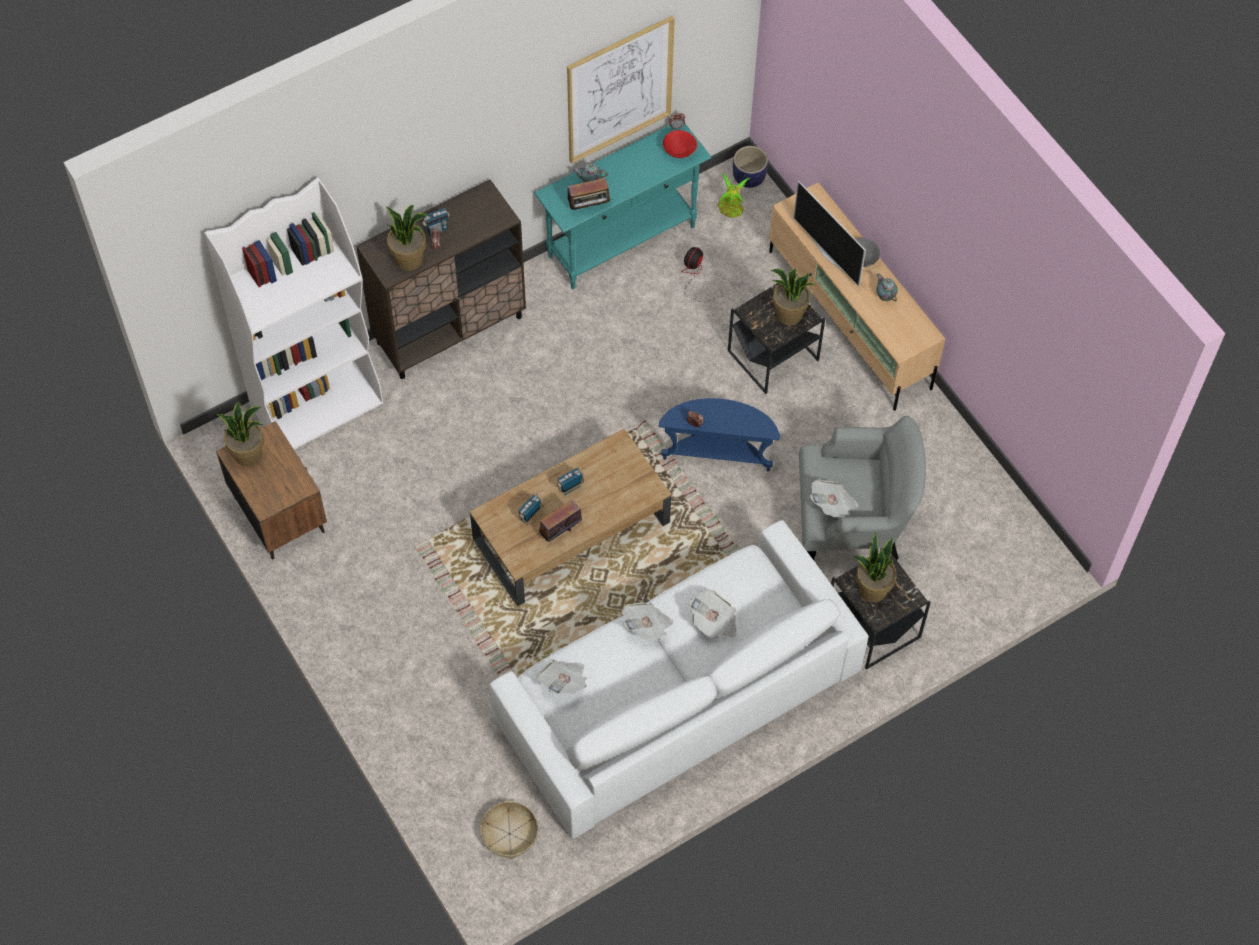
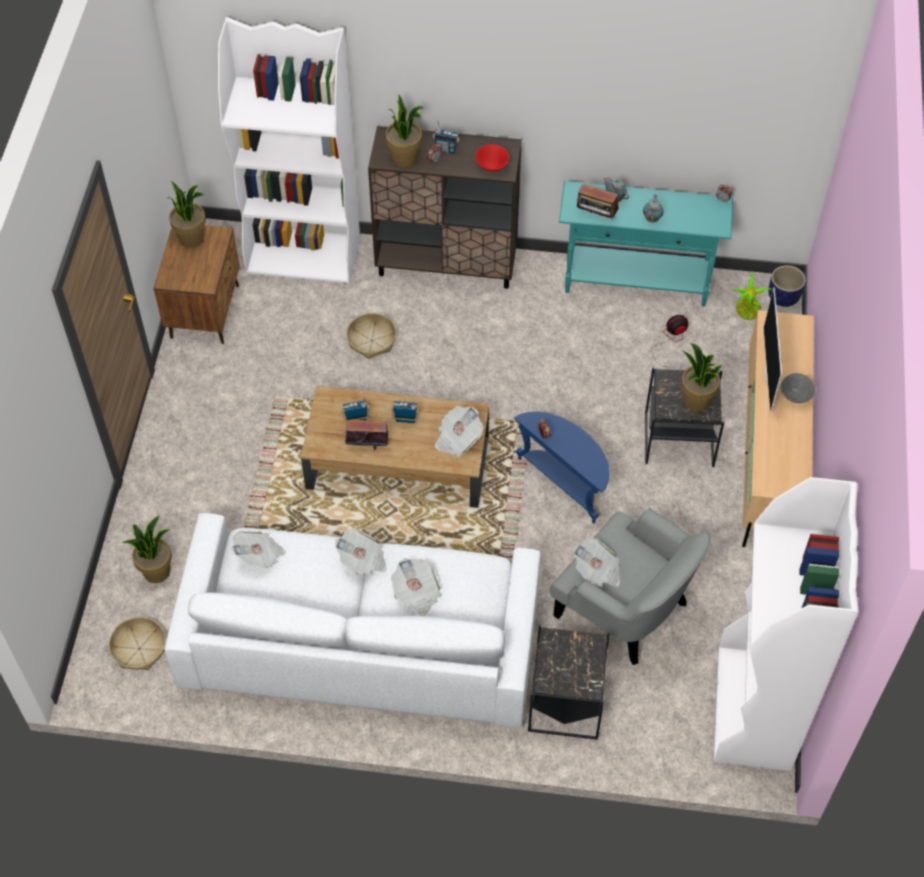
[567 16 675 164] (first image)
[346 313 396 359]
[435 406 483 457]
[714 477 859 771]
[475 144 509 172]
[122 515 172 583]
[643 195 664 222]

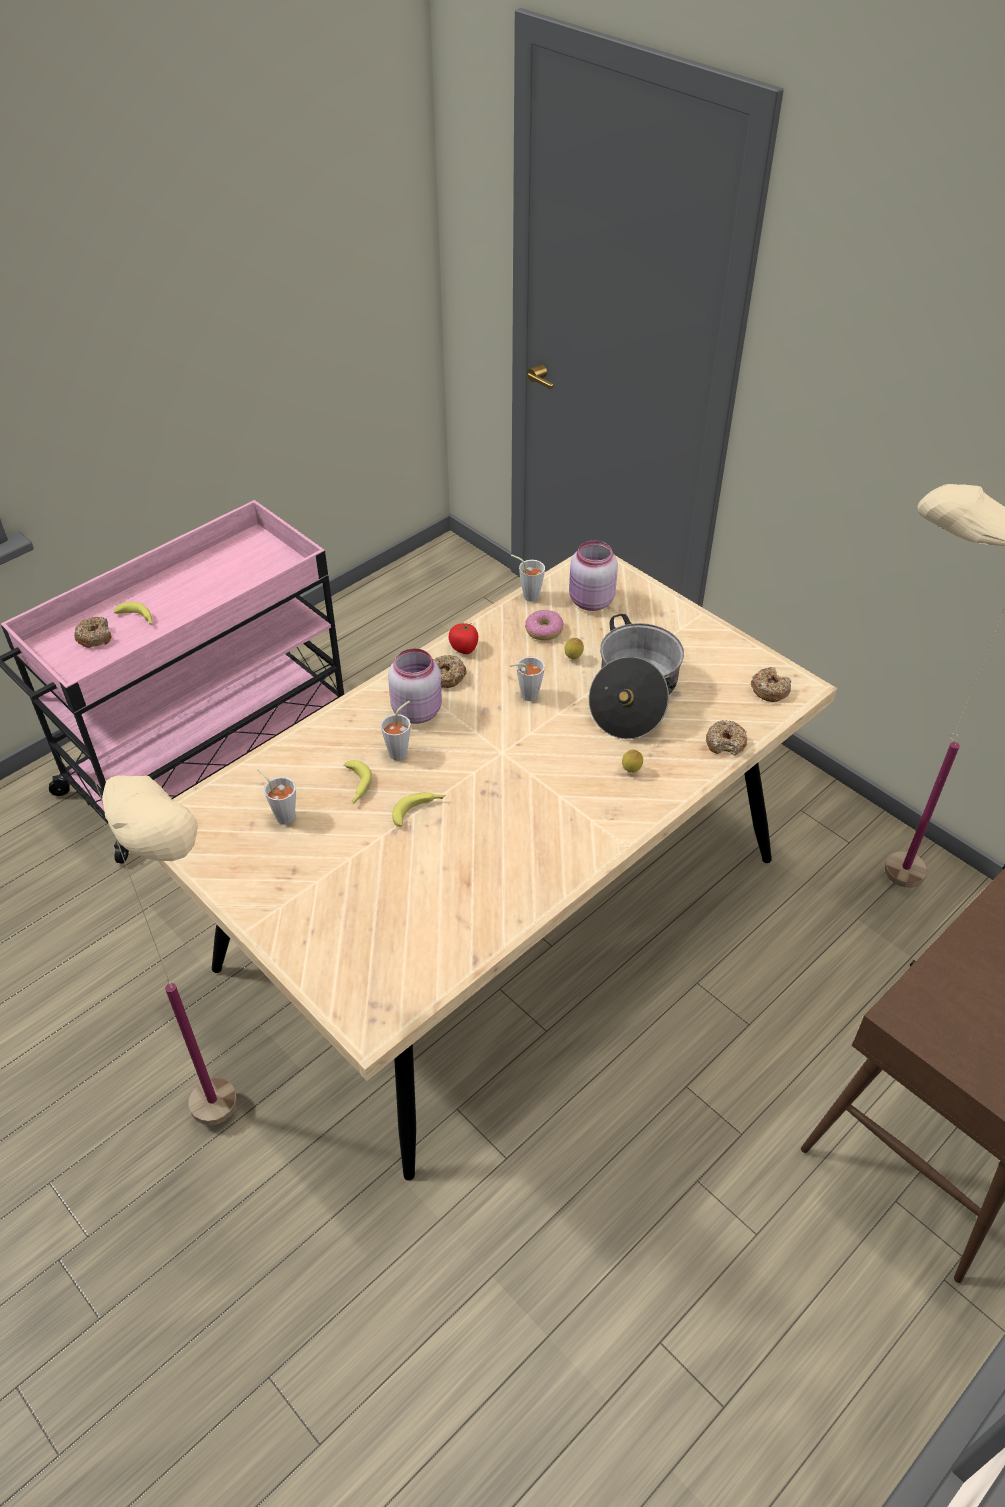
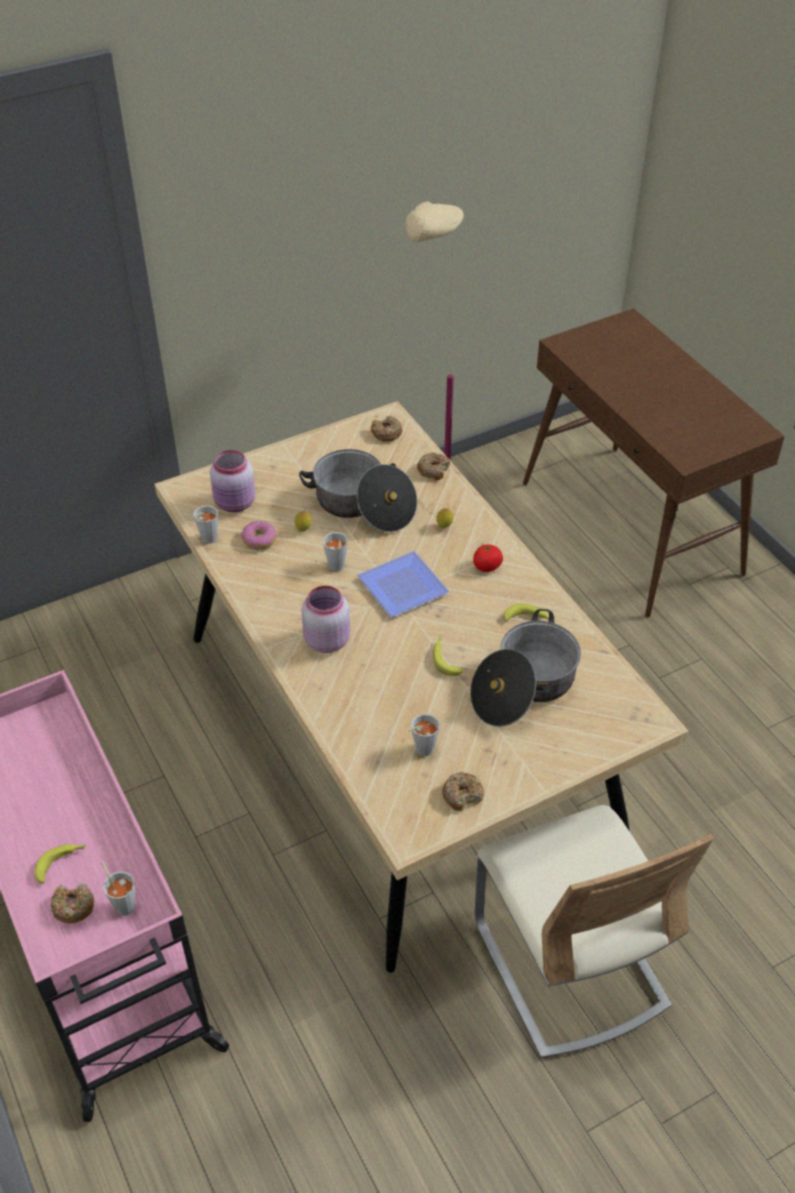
[357 551 450 618]
[470 609 581 727]
[503 604 549 621]
[101 861 135 916]
[442 772 484 811]
[473 544 503 572]
[475 805 714 1058]

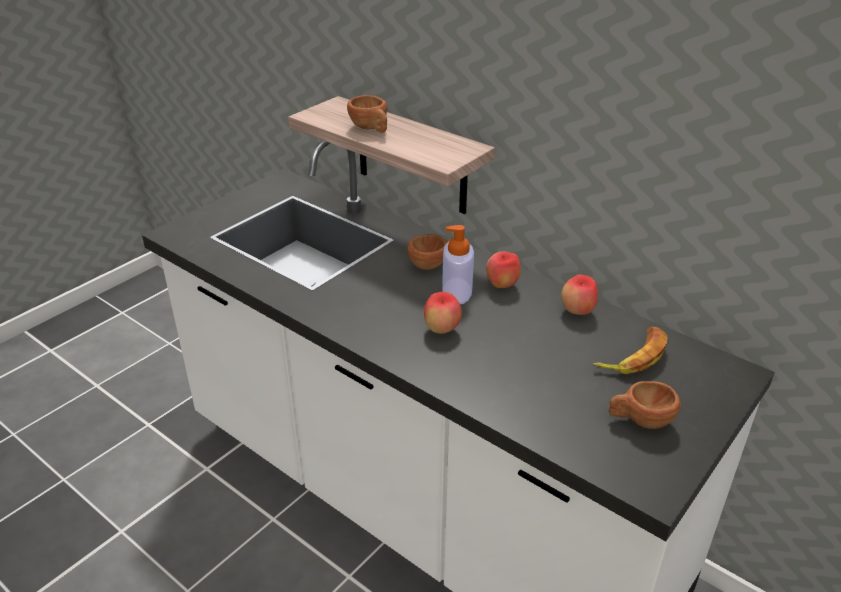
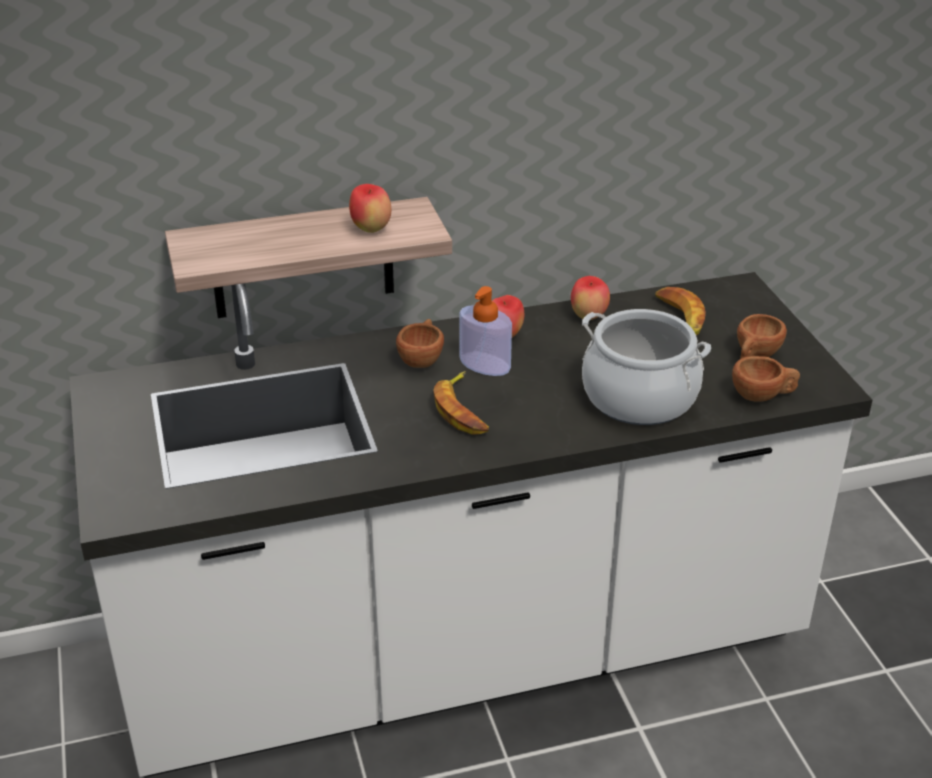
[433 371 489 435]
[582 309 711 425]
[732 356 800 401]
[349 184 391 233]

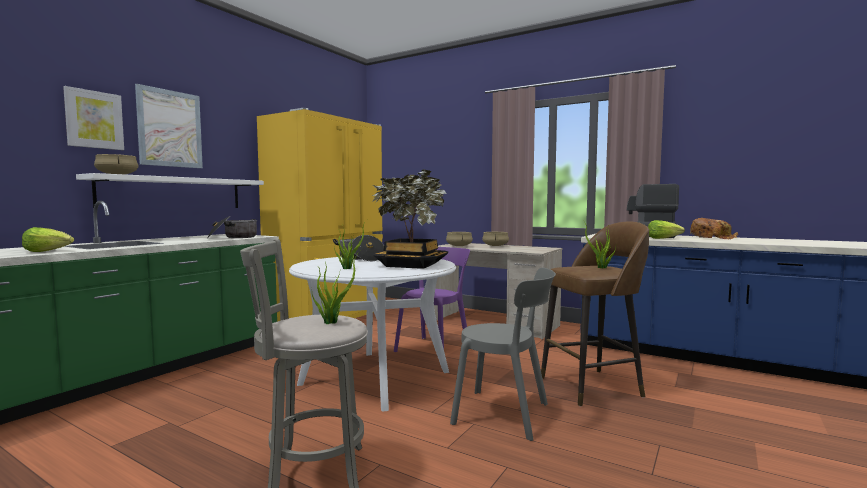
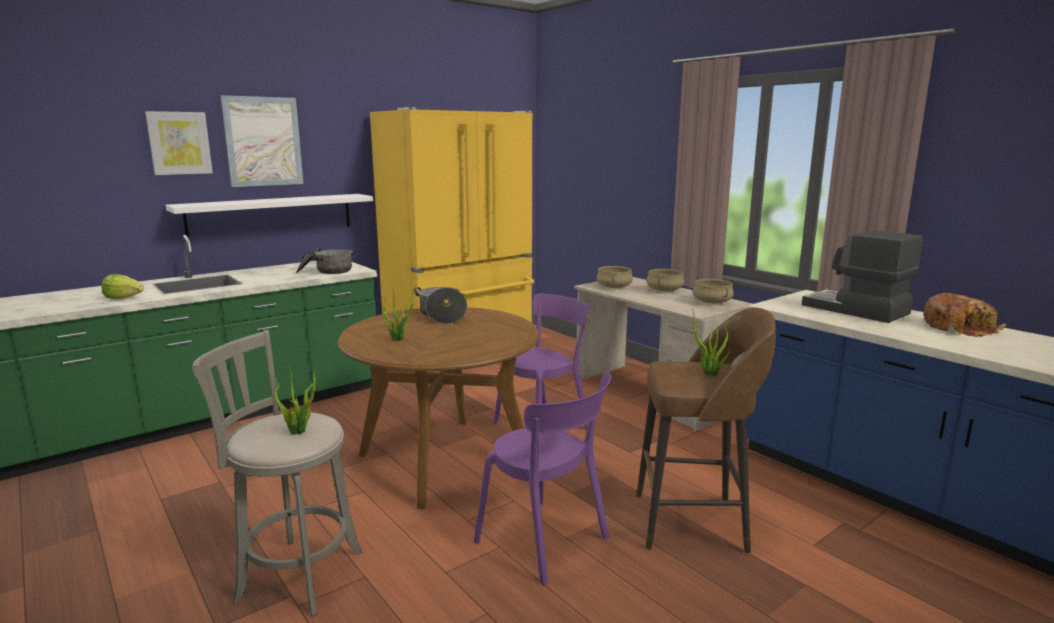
[372 169 449 269] (first image)
[648 220 685 239] (first image)
[693 279 734 304]
[338 307 539 509]
[474 371 611 586]

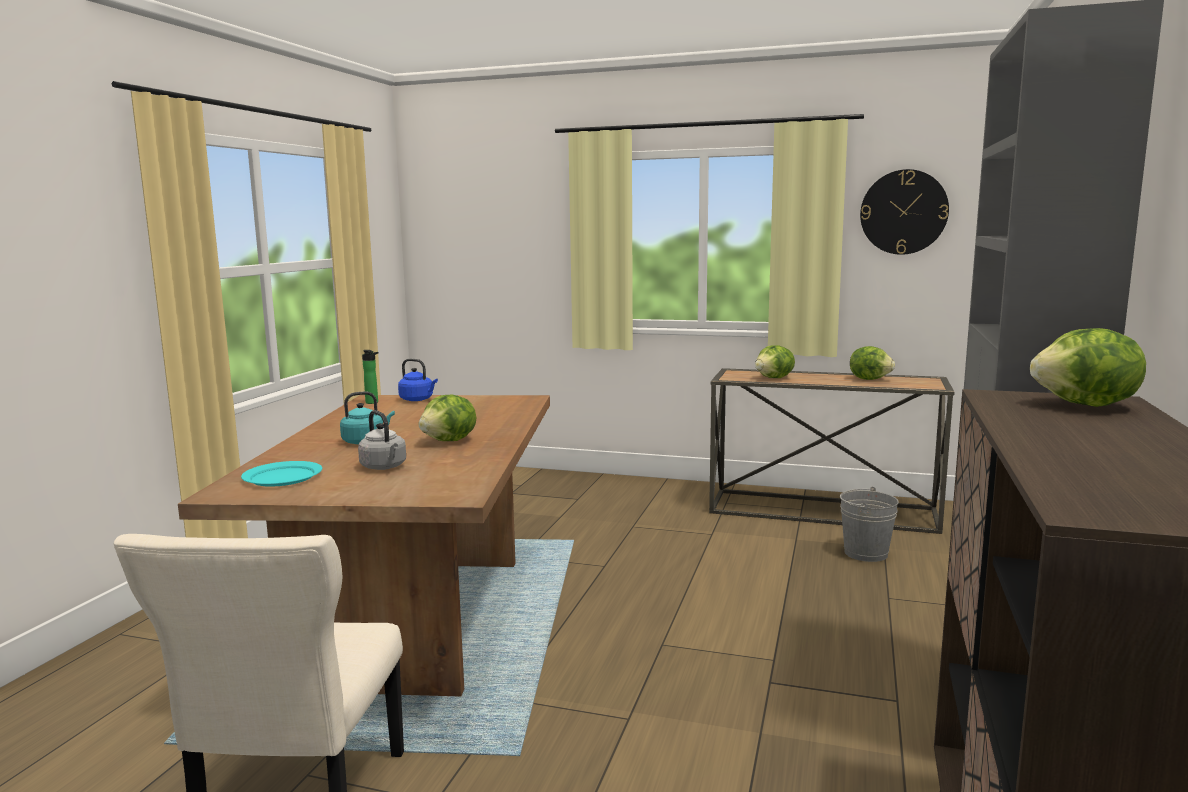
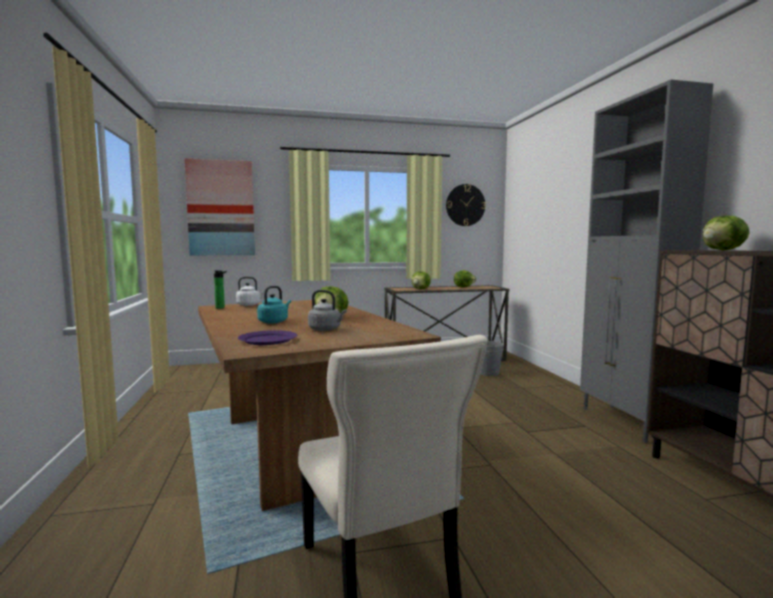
[185 158 255 255]
[238 330 297 345]
[236 277 265 306]

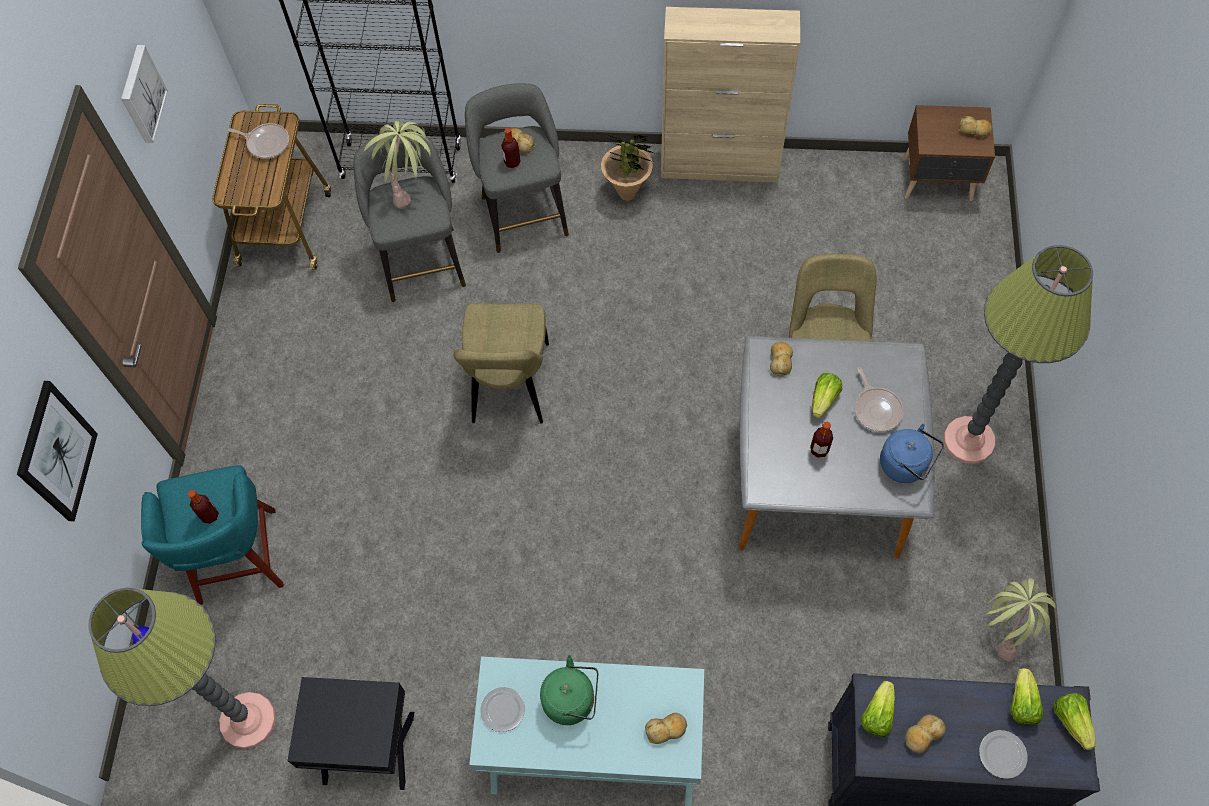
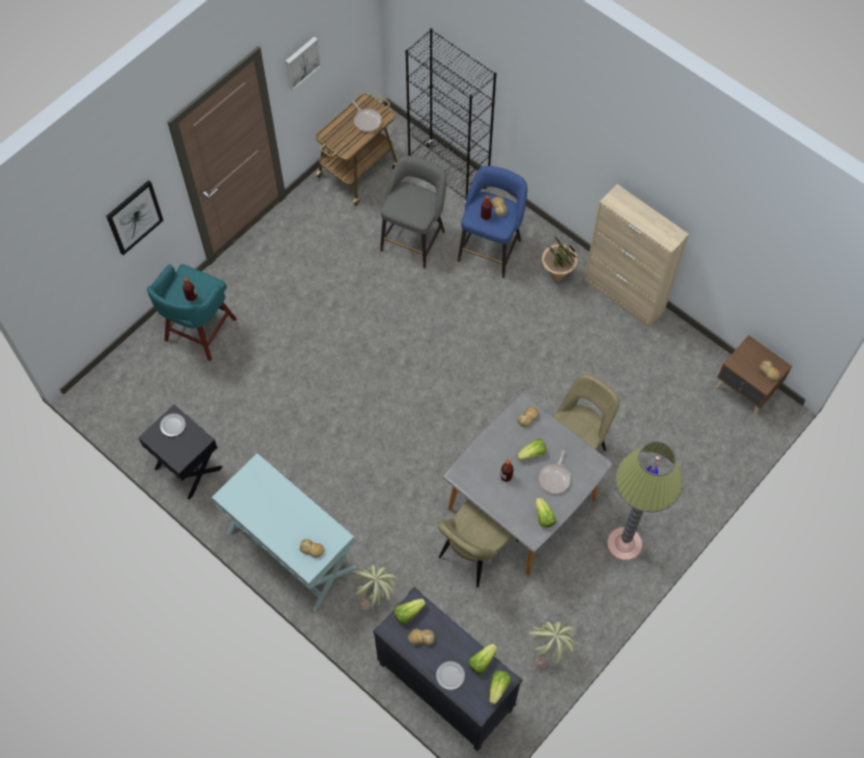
[88 588 276 749] (first image)
[540 655 598 725] (first image)
[353 565 398 610]
[438 500 518 588]
[160 413 186 437]
[536 497 556 528]
[457 166 527 278]

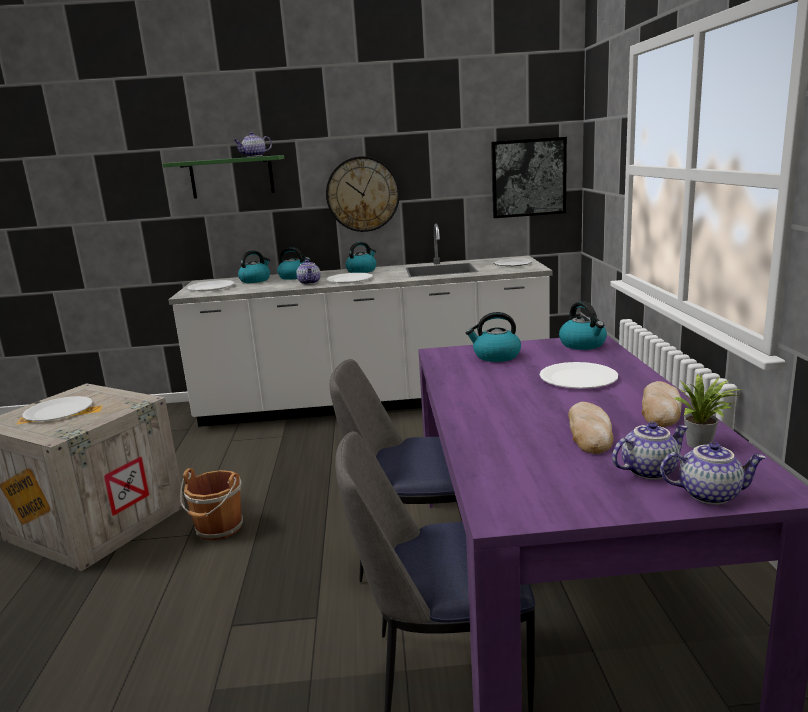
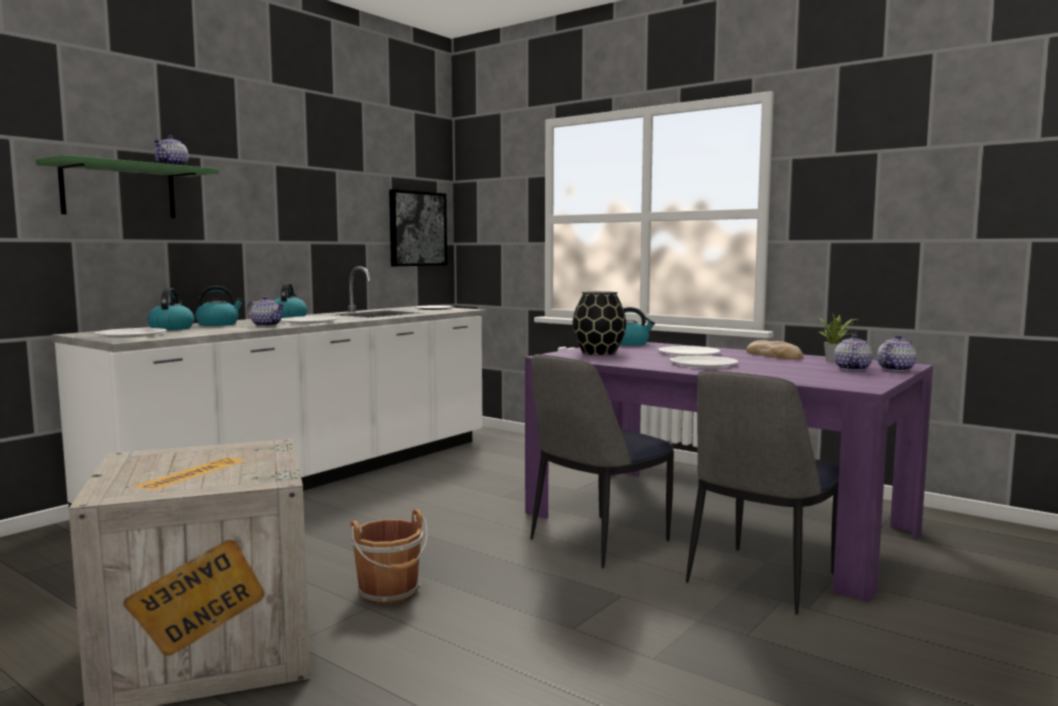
[326 156 400 232] (first image)
[568 402 614 454] (first image)
[670 356 738 368]
[573 291 626 355]

